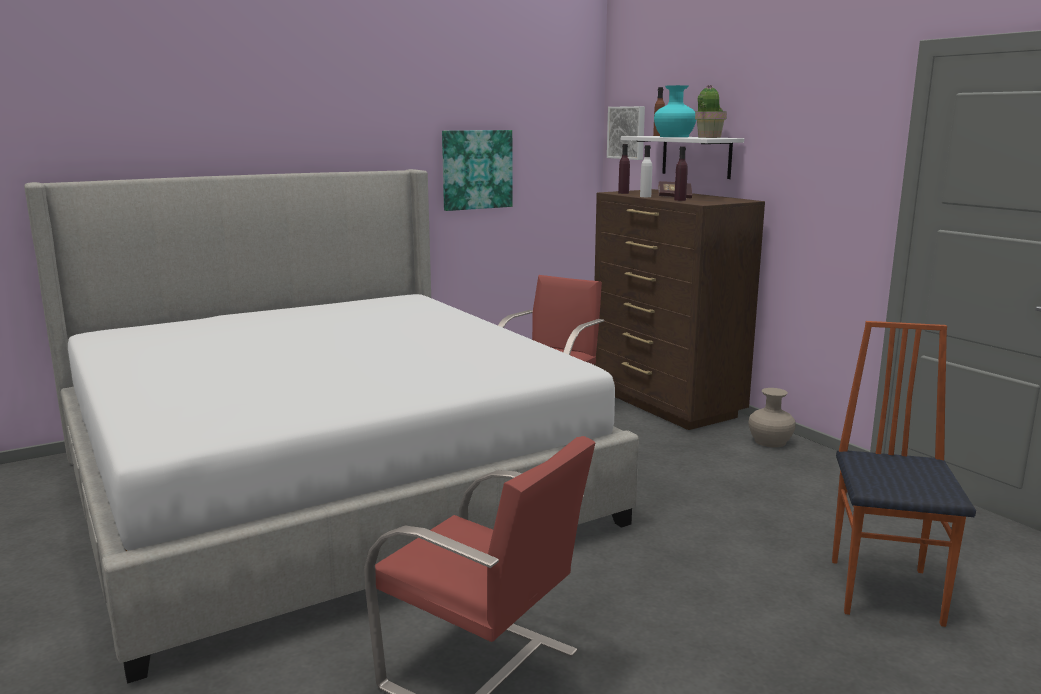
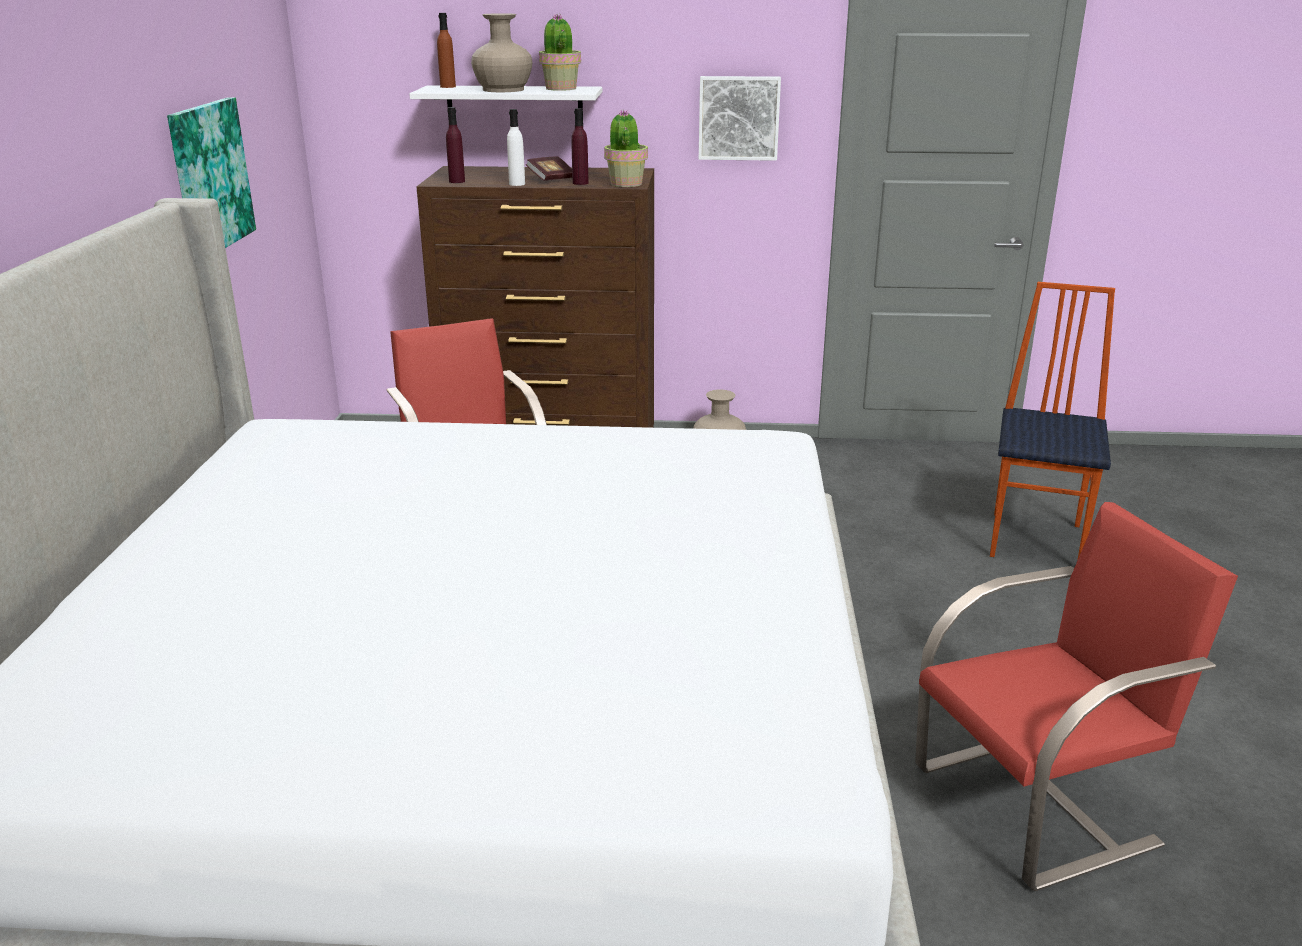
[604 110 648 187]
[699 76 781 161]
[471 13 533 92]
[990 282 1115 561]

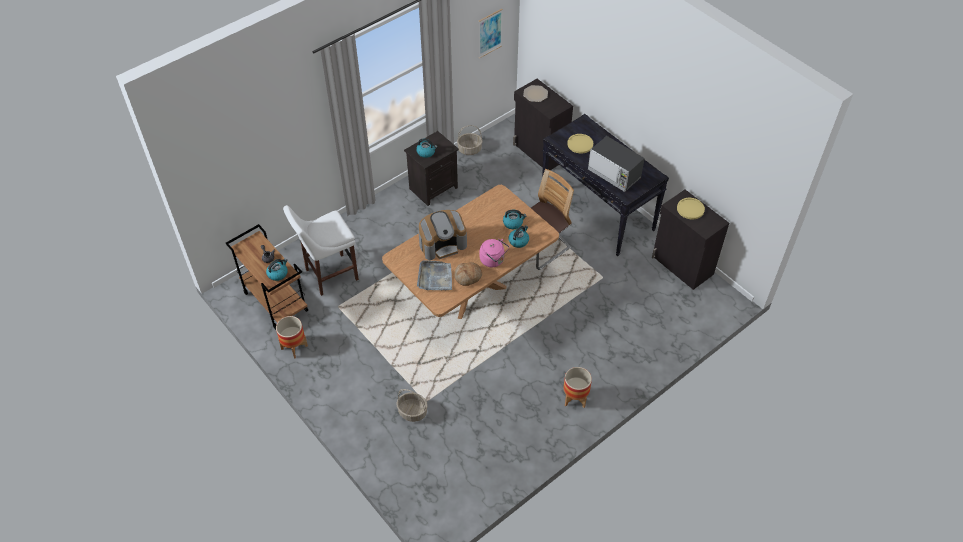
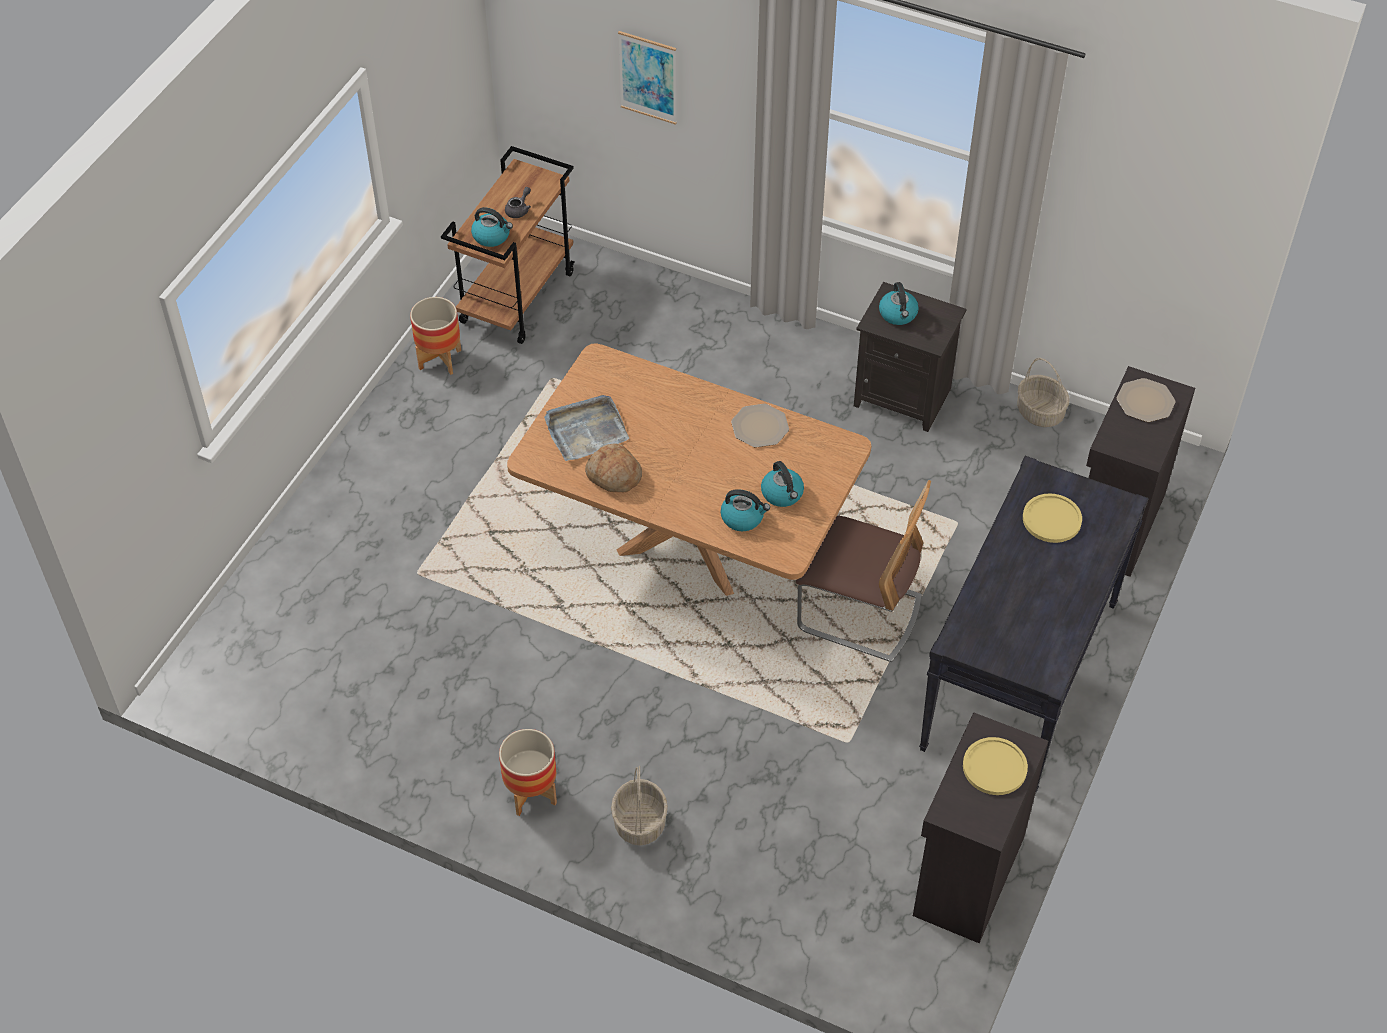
[283 205 359 296] (first image)
[419 210 467 260] (first image)
[480 239 509 267] (first image)
[588 136 645 192] (first image)
[731 404 789 448]
[611 766 668 846]
[618 31 677 125]

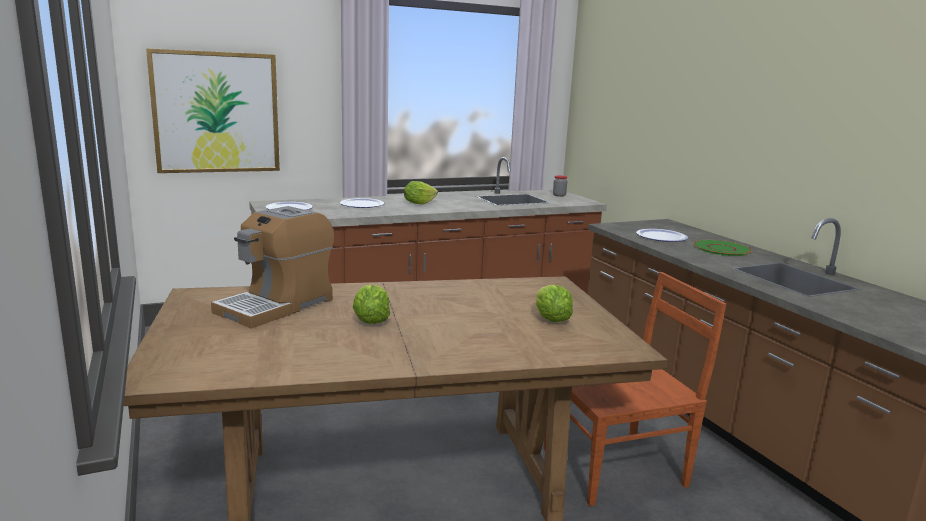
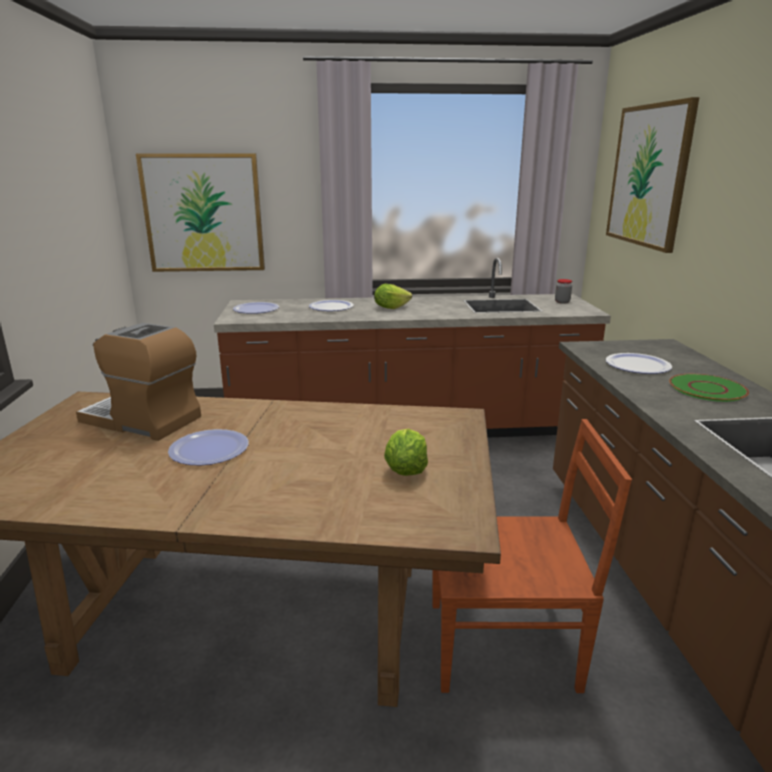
[606 97 699 253]
[168 429 249 466]
[76 323 201 441]

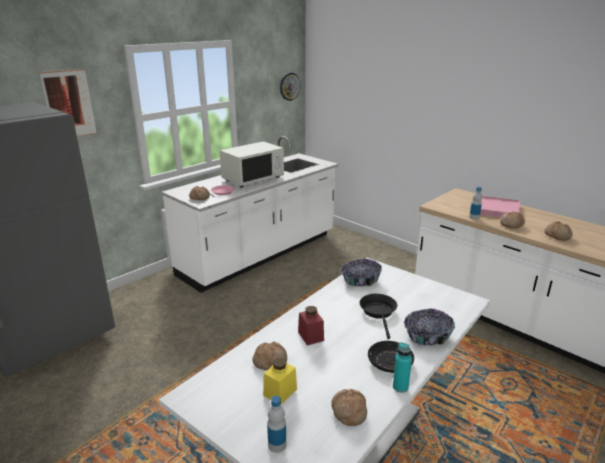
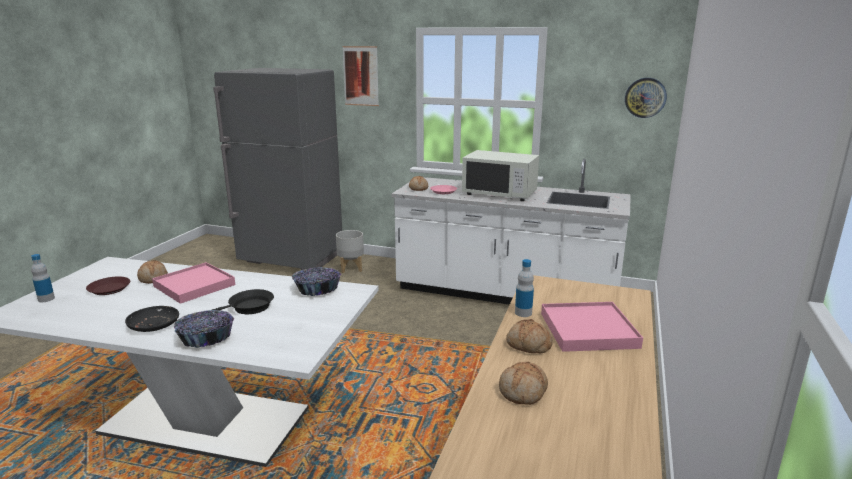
[331 389 367 426] (first image)
[393 342 412 393] (first image)
[336 230 364 273]
[86 276 130 295]
[152 262 235 304]

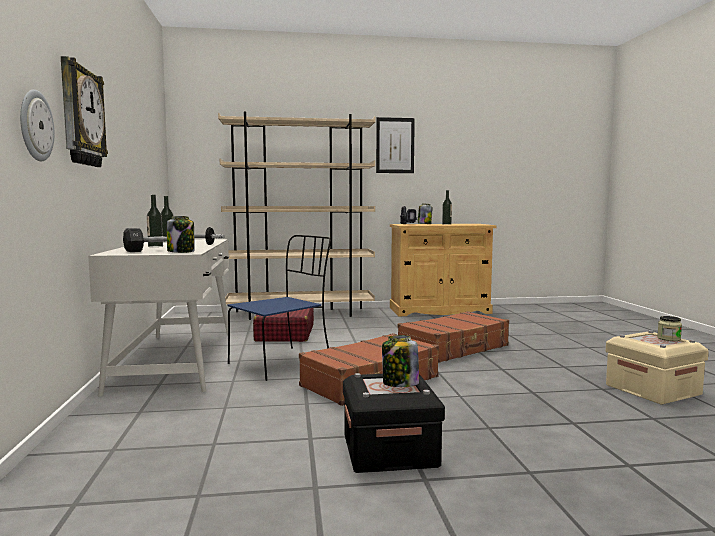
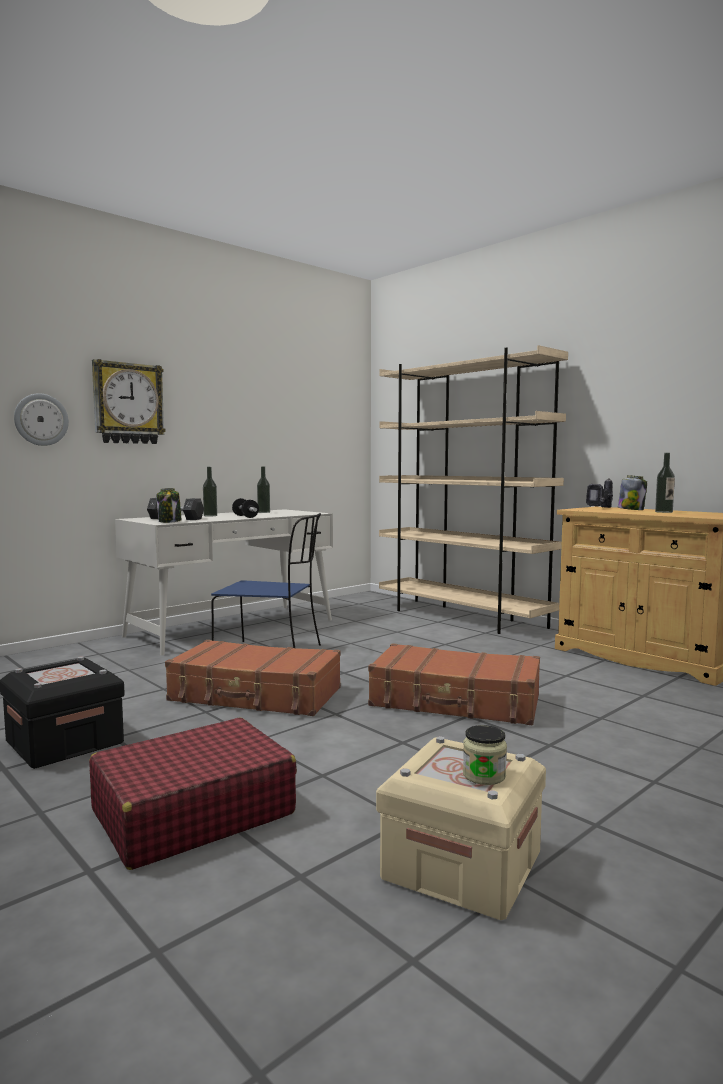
[376 117 415 173] (first image)
[382 335 419 387] (first image)
[89 718 297 870]

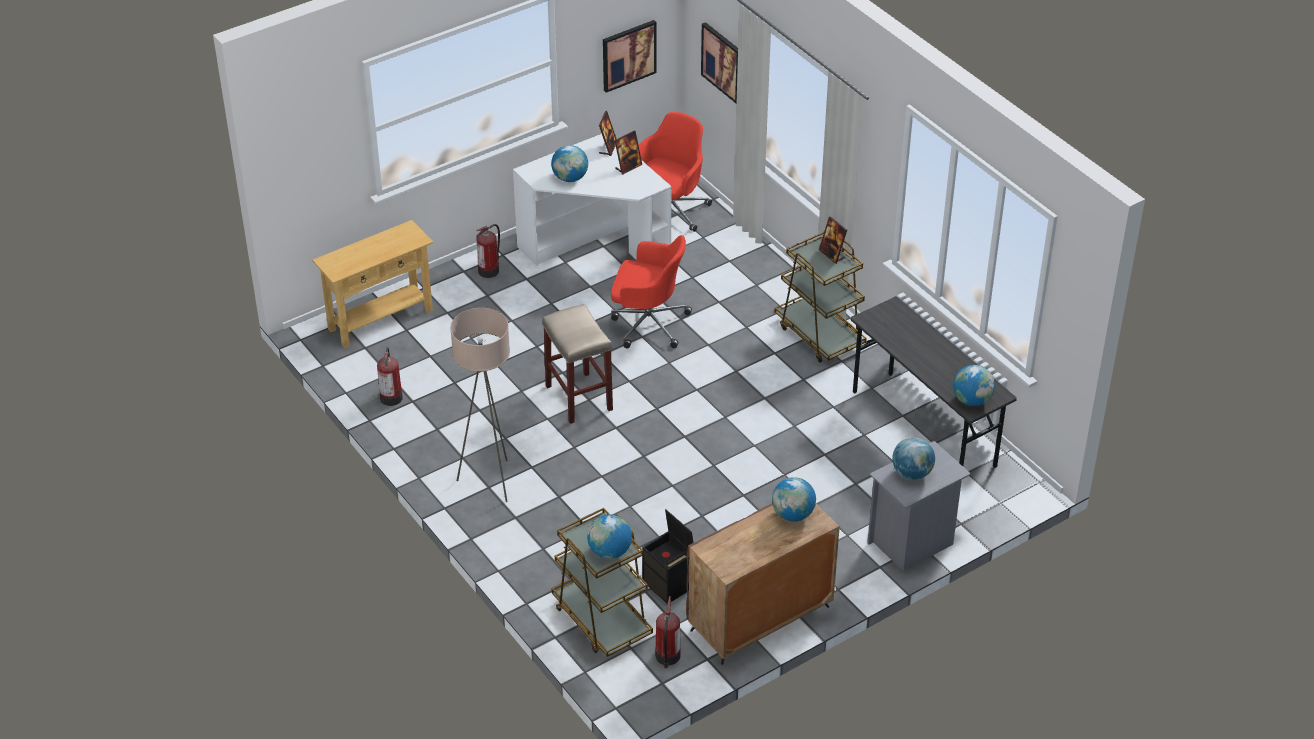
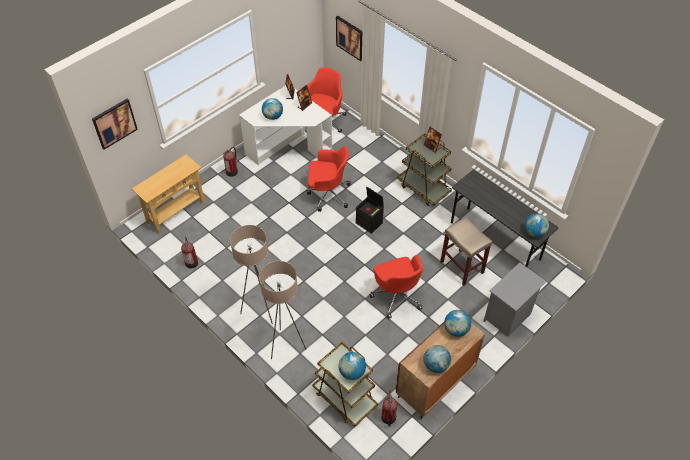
[259 261 307 359]
[370 255 423 319]
[440 217 492 286]
[92 99 138 150]
[356 186 384 234]
[423 345 451 373]

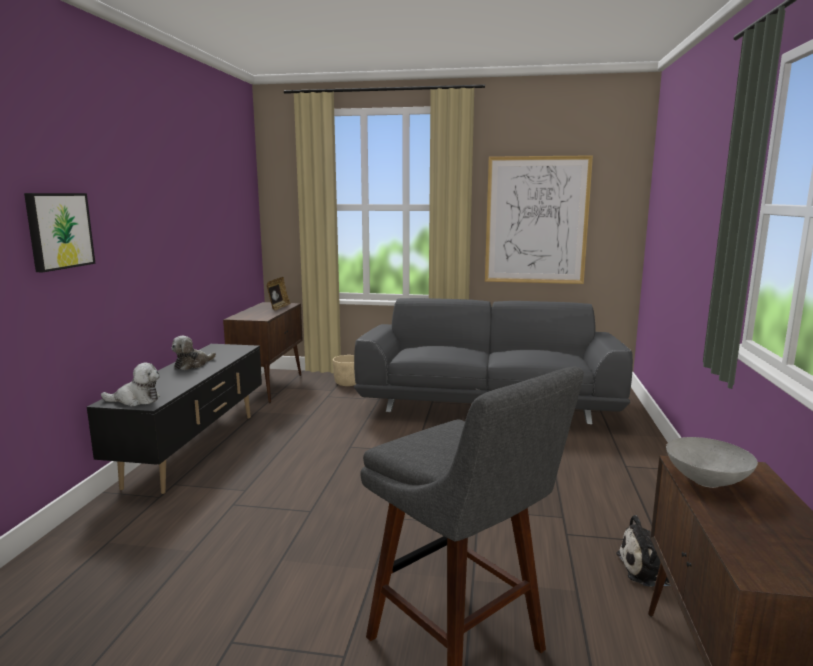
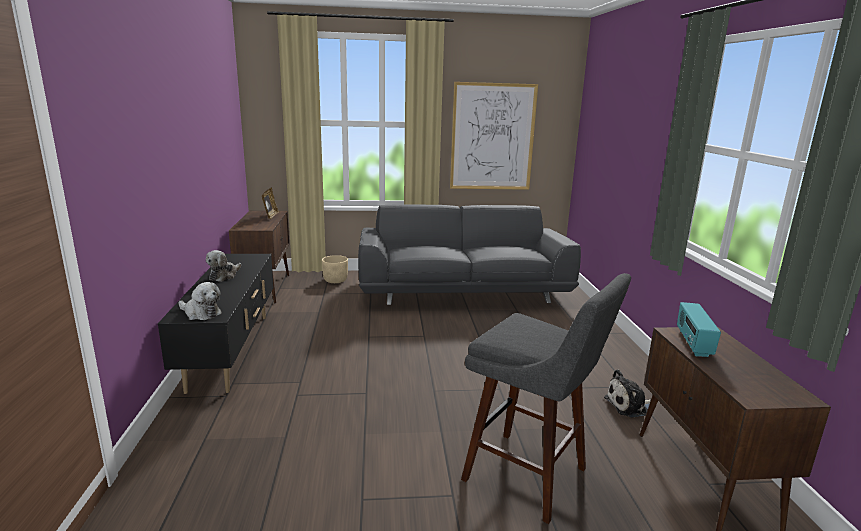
[24 193 96 272] (first image)
[677 302 721 357]
[178 282 222 320]

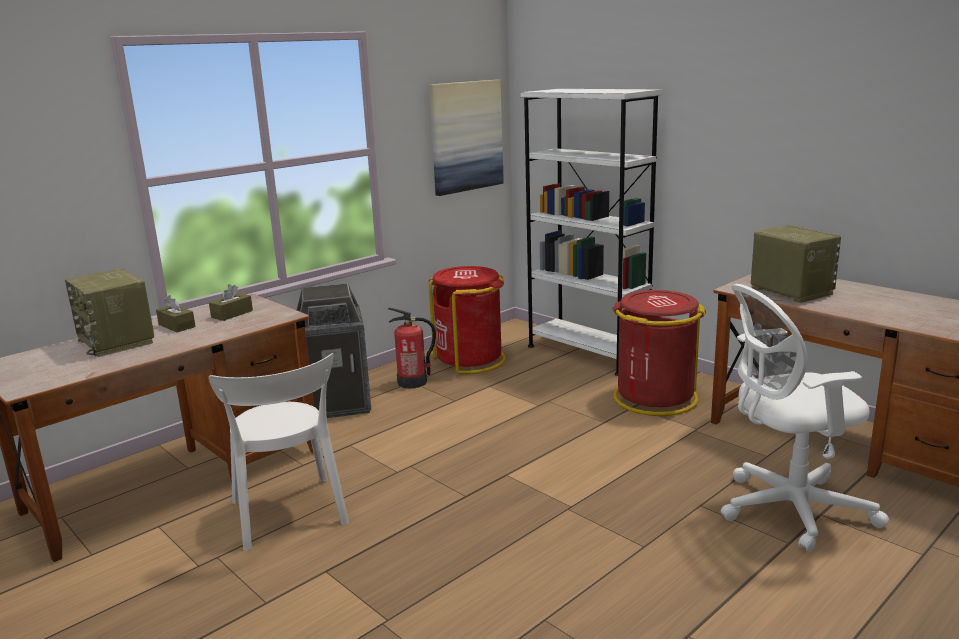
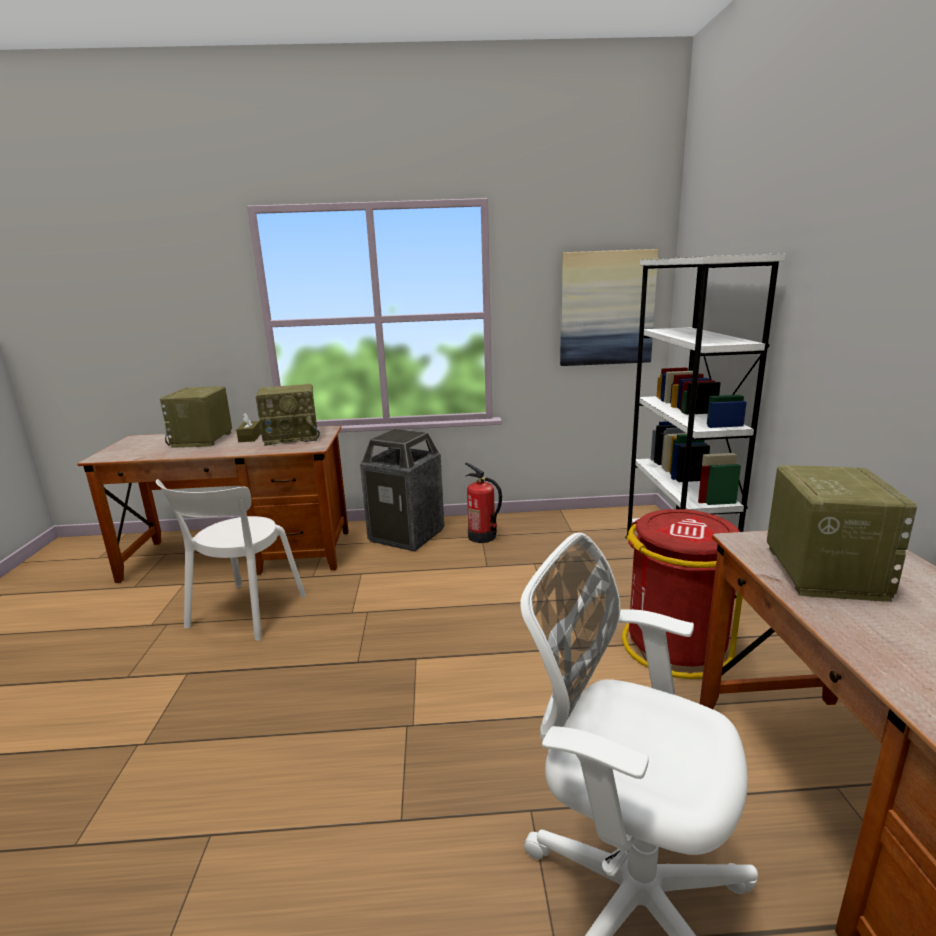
[428 266 506 374] (first image)
[256 384 320 446]

